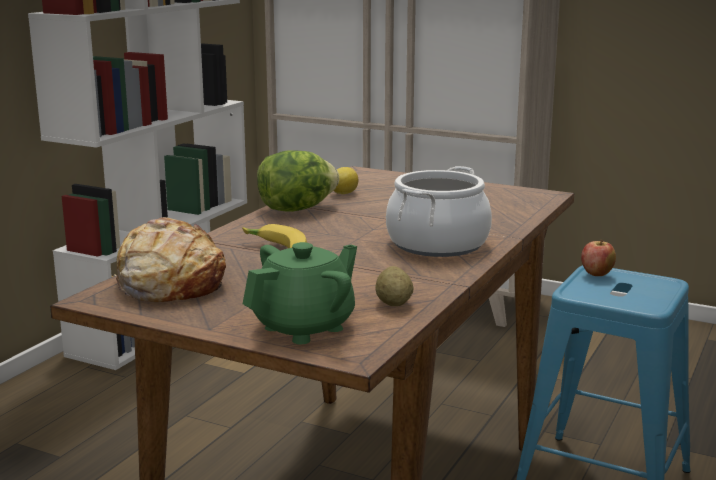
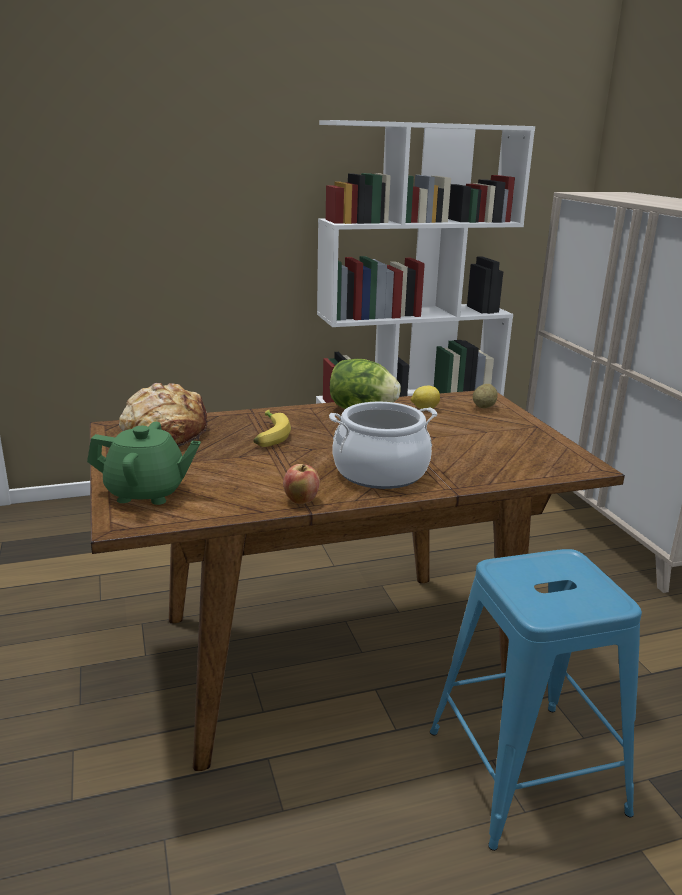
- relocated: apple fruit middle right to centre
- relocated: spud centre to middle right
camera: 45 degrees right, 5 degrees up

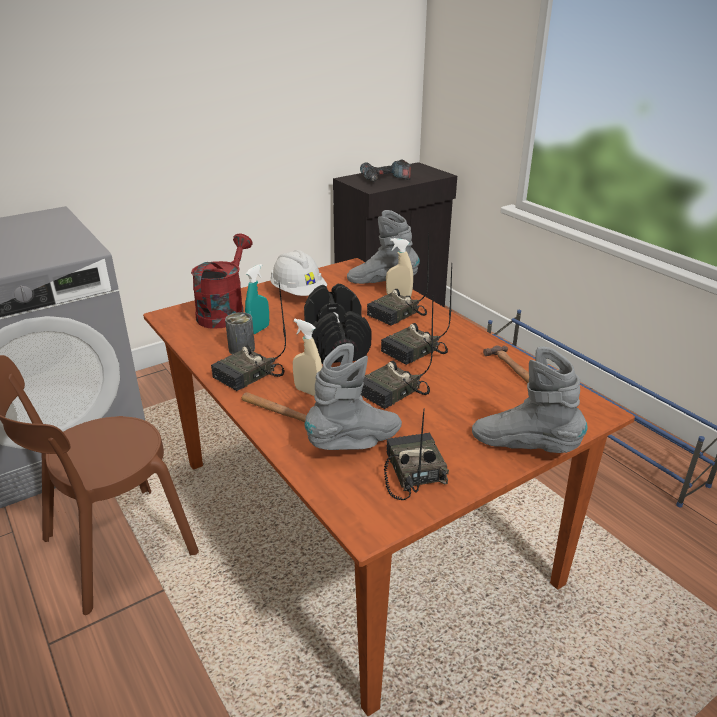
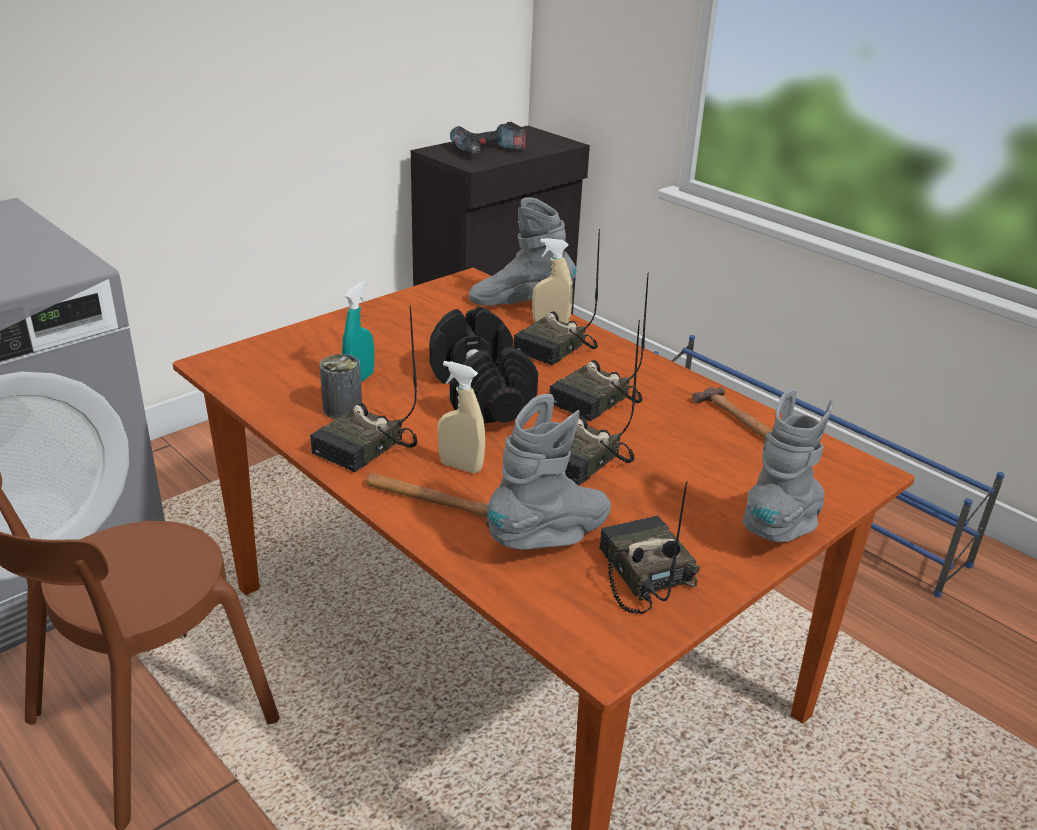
- spun: boot in gray (no. 3 from left) middle right = middle right 105 degrees clockwise
- missing: watering pot in red middle left
- missing: work helmet in whitish centre
camera: 10 degrees left, 0 degrees up

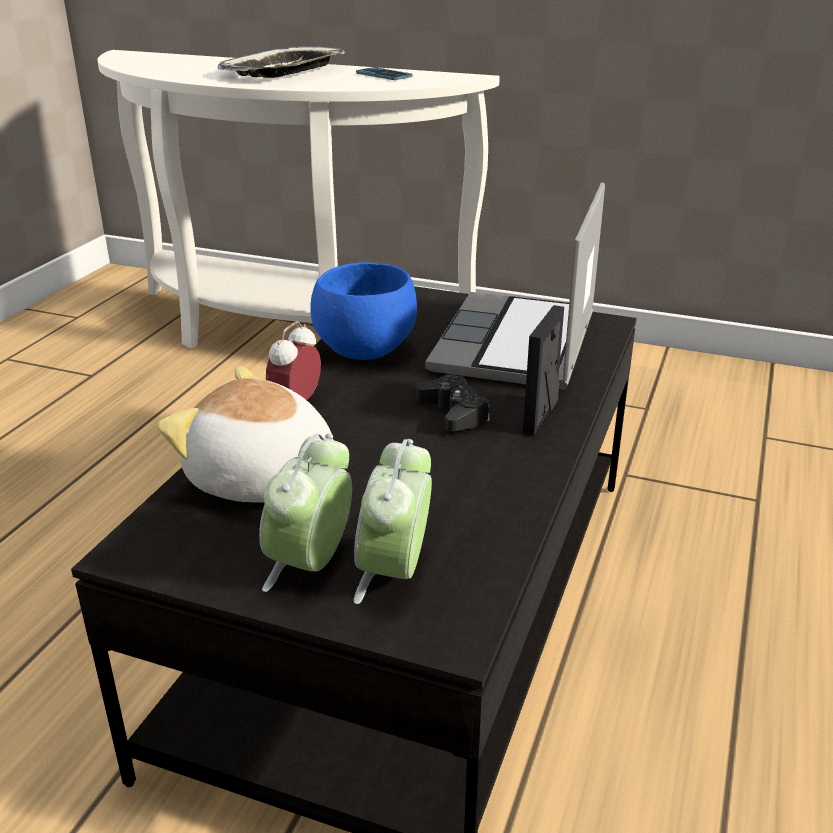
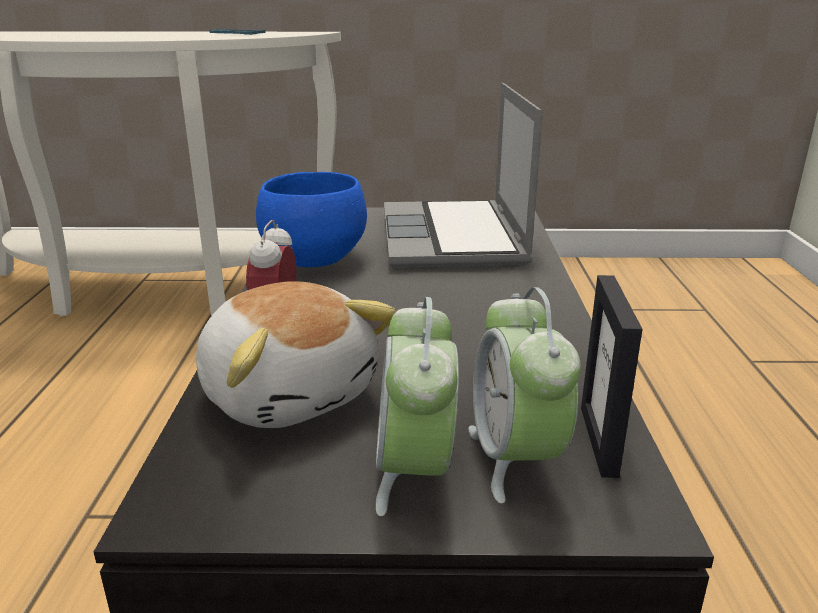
- spun: soft toy middle left = centre 135 degrees counterclockwise
- relocated: standing frame centre to middle right
- missing: serving tray top centre
- missing: gamepad in black-coloured centre
camera: 20 degrees left, 5 degrees down

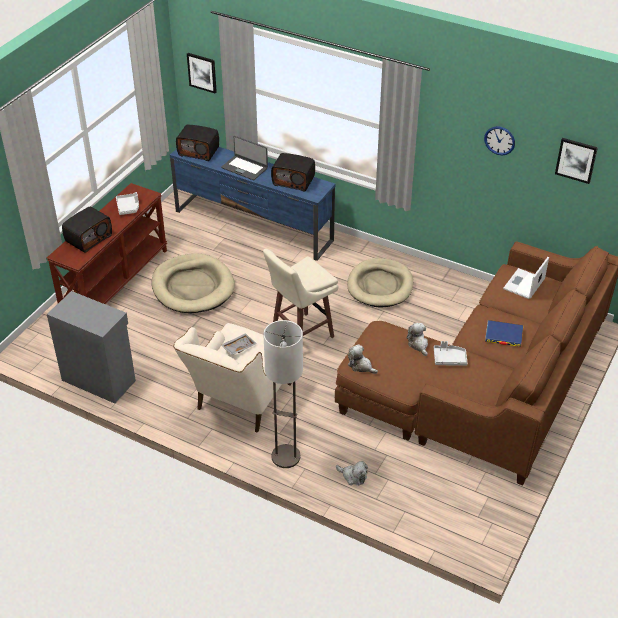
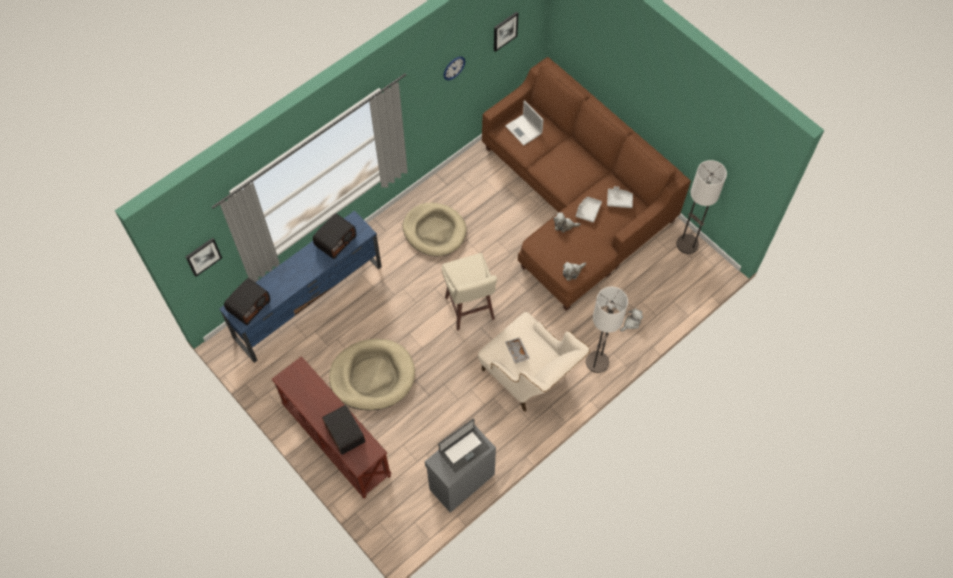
- relocated: notebook computer (no. 1 from left) top centre to bottom centre
- relocated: serving tray in gray (no. 1 from left in the first image) top left to serving tray in gray (no. 3 from left) centre
- appeared: standard lamp (no. 2 from left) middle right
- missing: book in blue middle right
camera: 70 degrees left, 20 degrees up

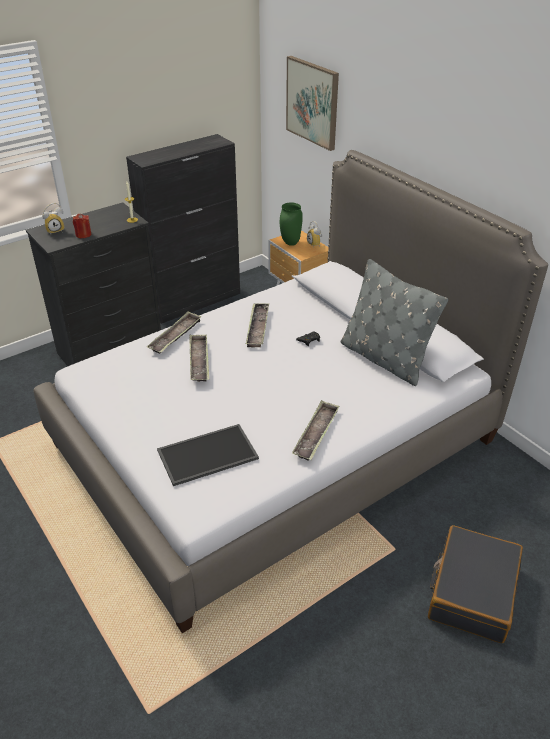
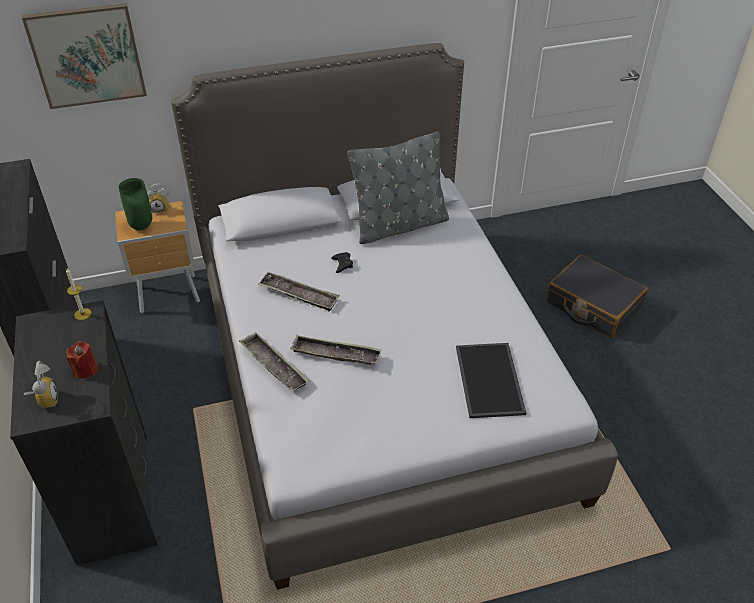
- missing: serving tray (no. 5 from left) centre
camera: 70 degrees left, 5 degrees up

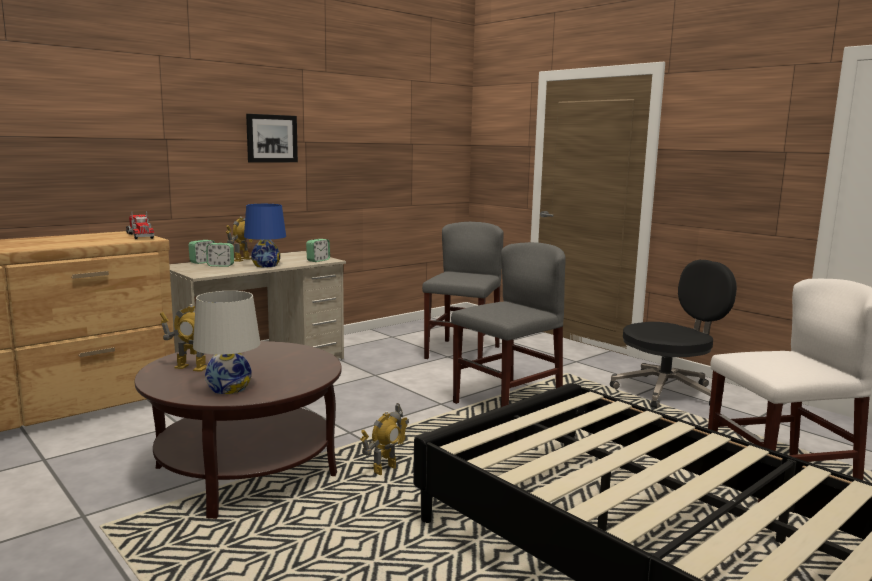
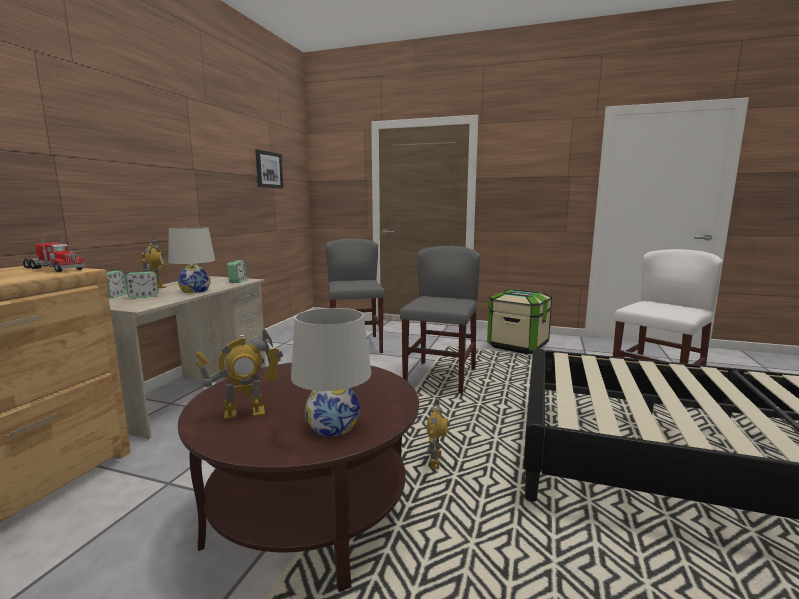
- colour: tabletop lamp in blue middle left to tabletop lamp in whitish (no. 1 from left) middle left
- relocated: wall art top left to top centre
- exchanged: desk chair in black-coloured middle right to storage box centre
camera: 30 degrees left, 0 degrees up

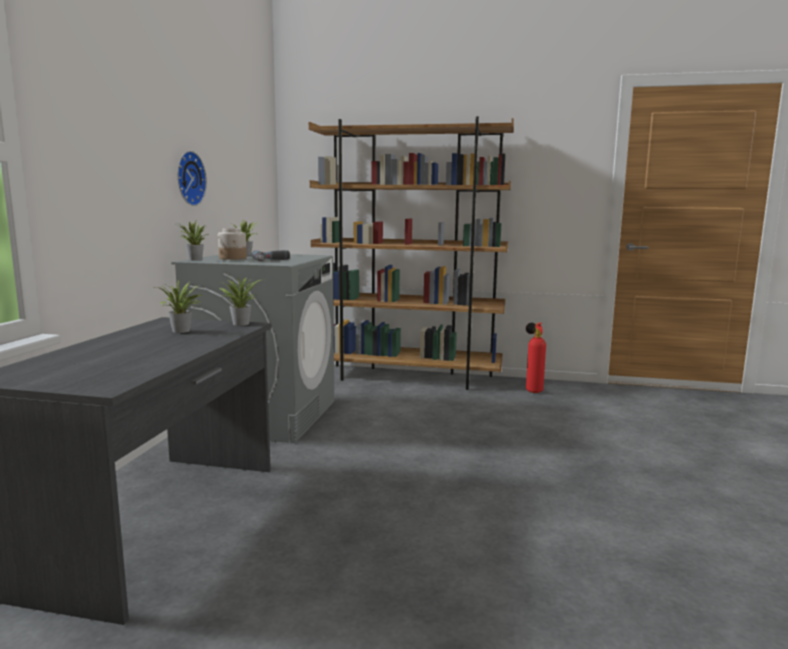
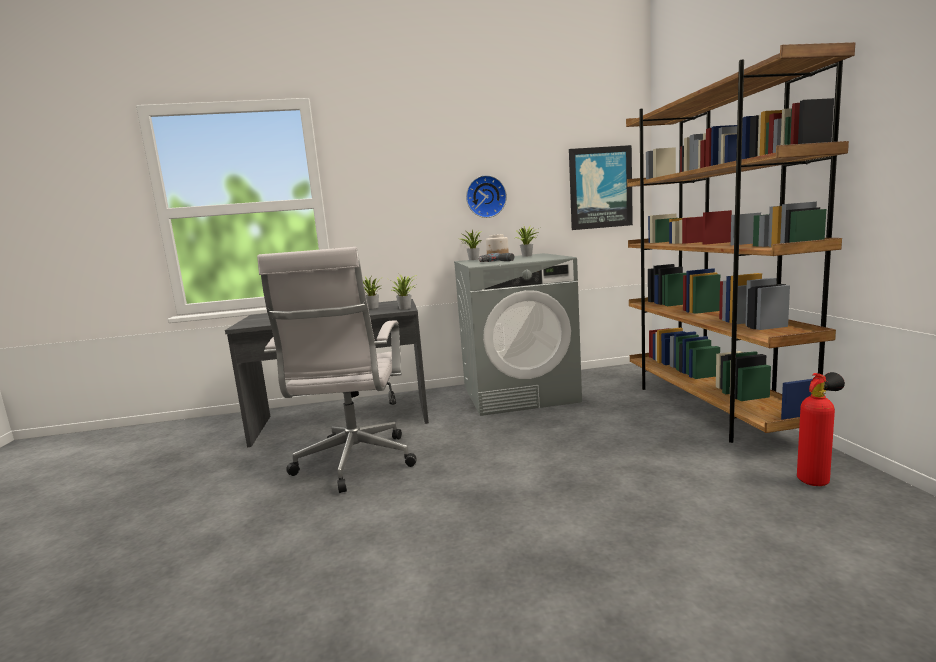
- appeared: desk chair in whitish centre
- appeared: wall art top centre
camera: 70 degrees right, 0 degrees up

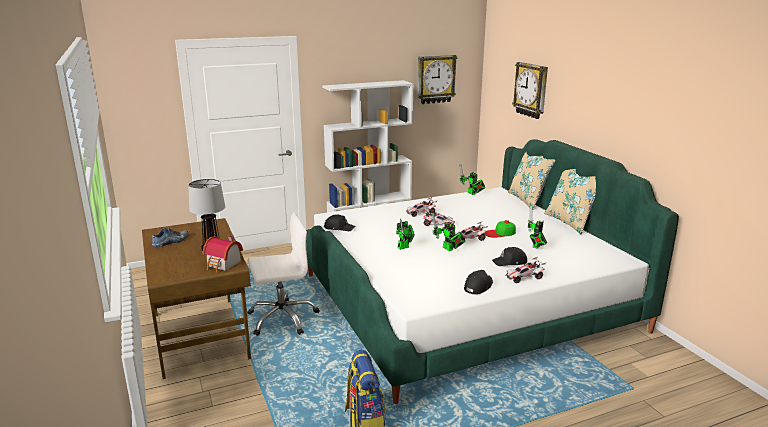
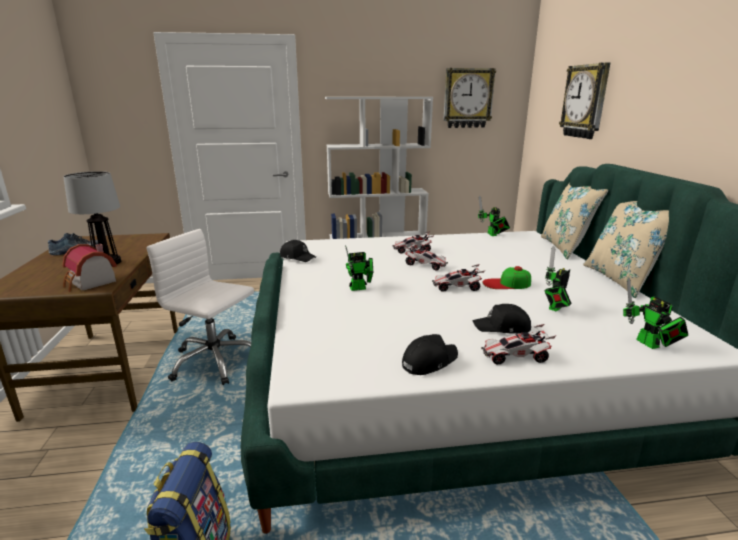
- spun: desk chair in whitish centre = middle left 150 degrees counterclockwise
- relocated: model robot (no. 2 from left in the first image) centre to model robot (no. 4 from left) middle right
camera: 15 degrees right, 0 degrees up

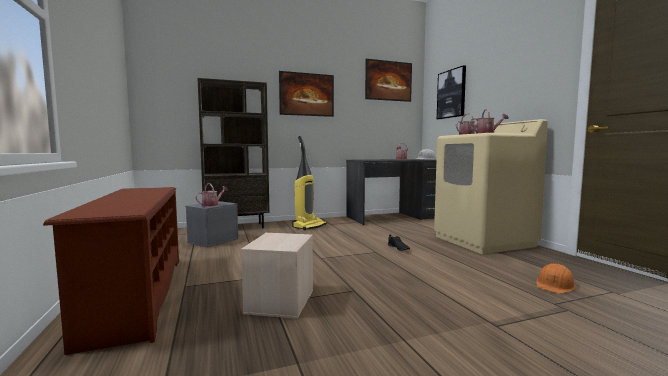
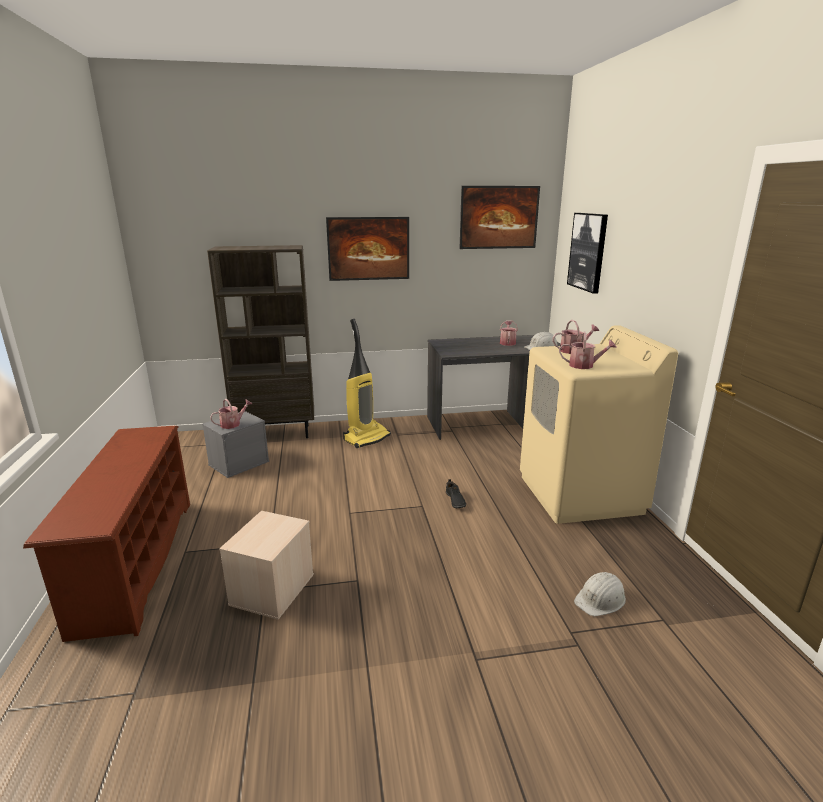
- colour: work helmet in orange-coloured bottom right to work helmet in whitish (no. 2 from left) bottom right
camera: 10 degrees right, 15 degrees up

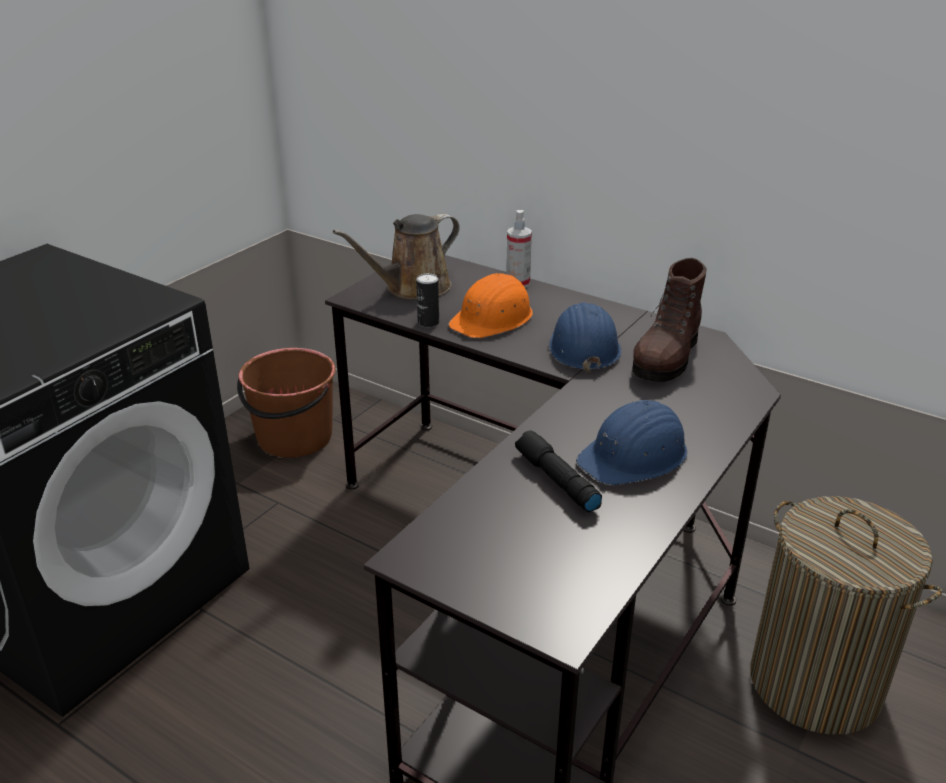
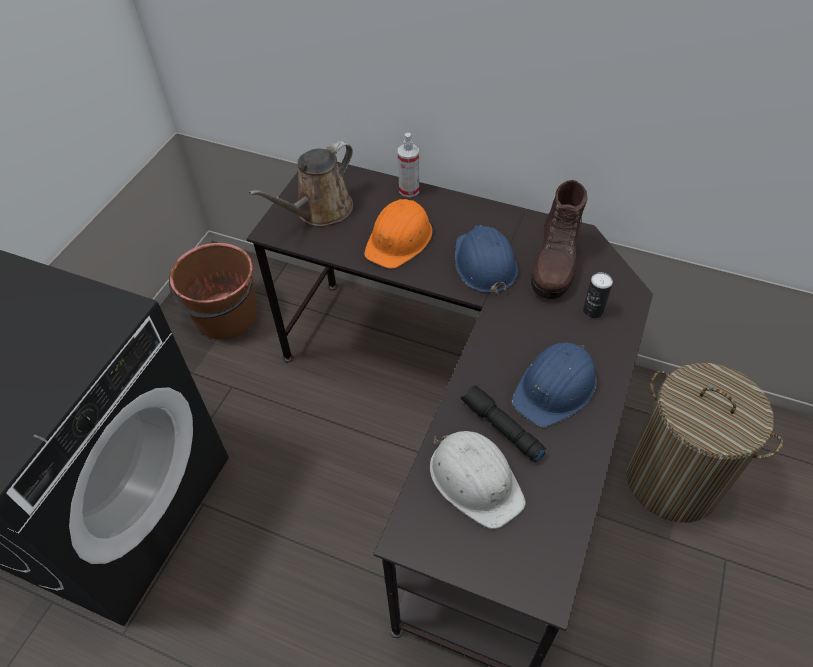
- appeared: work helmet in whitish bottom centre
- relocated: can centre to middle right
camera: 10 degrees left, 20 degrees up

